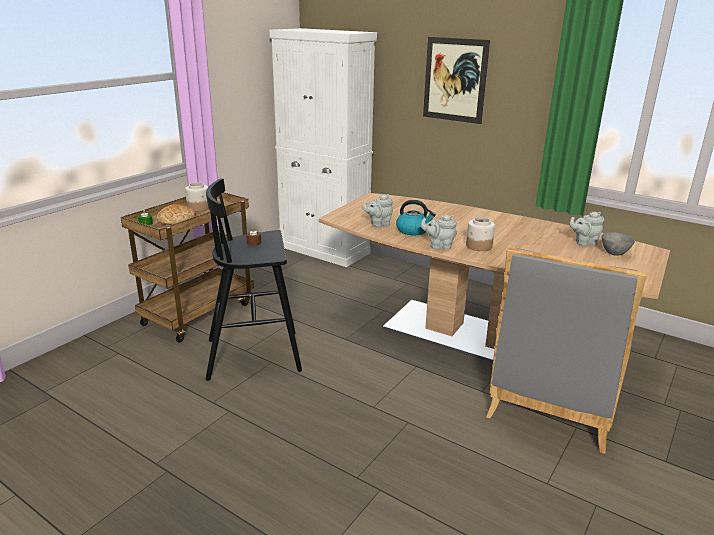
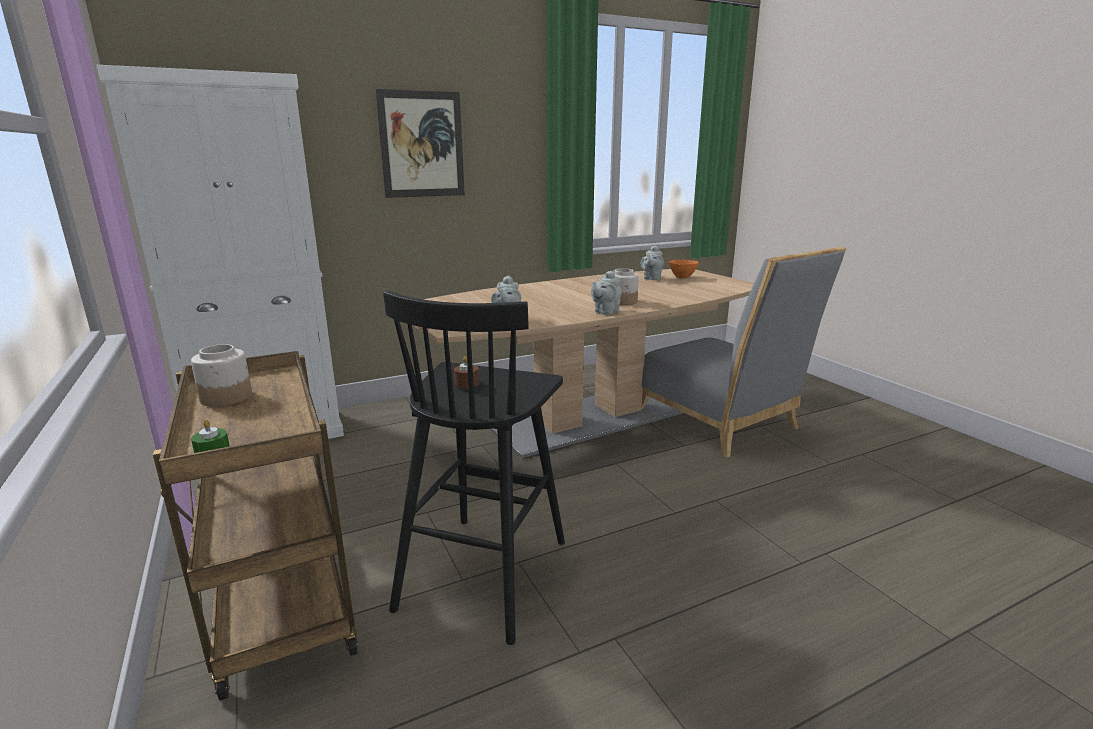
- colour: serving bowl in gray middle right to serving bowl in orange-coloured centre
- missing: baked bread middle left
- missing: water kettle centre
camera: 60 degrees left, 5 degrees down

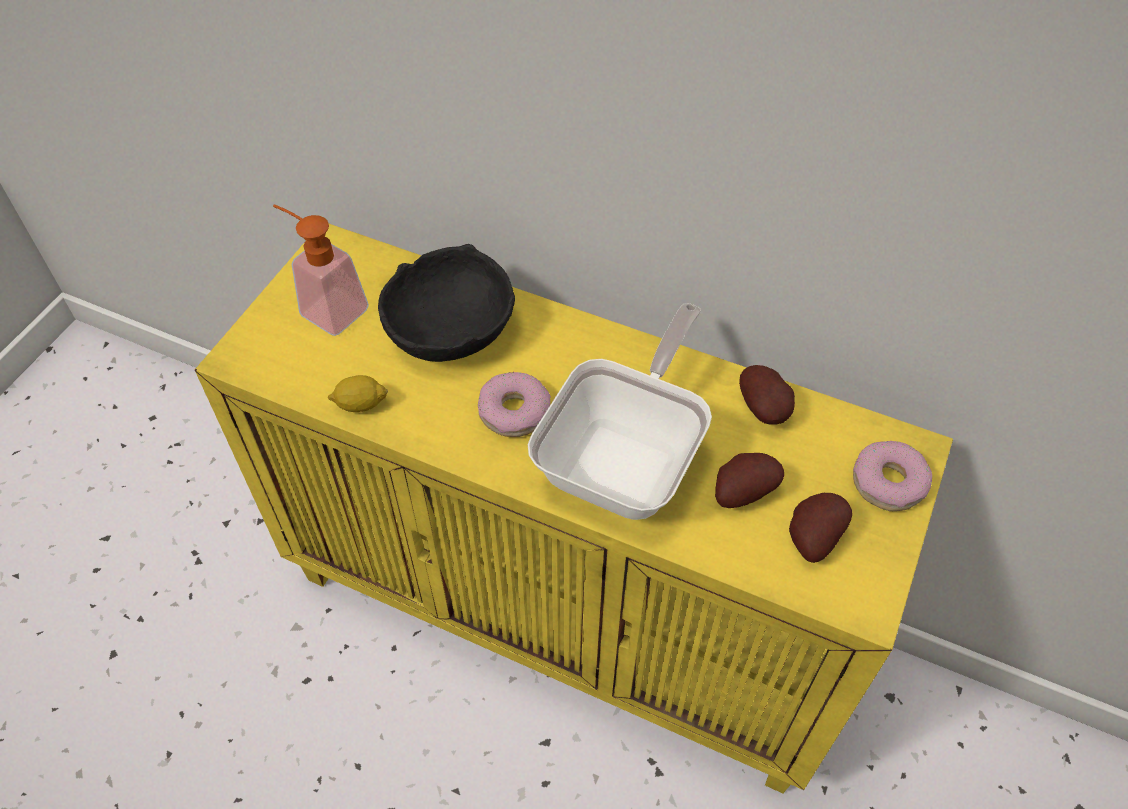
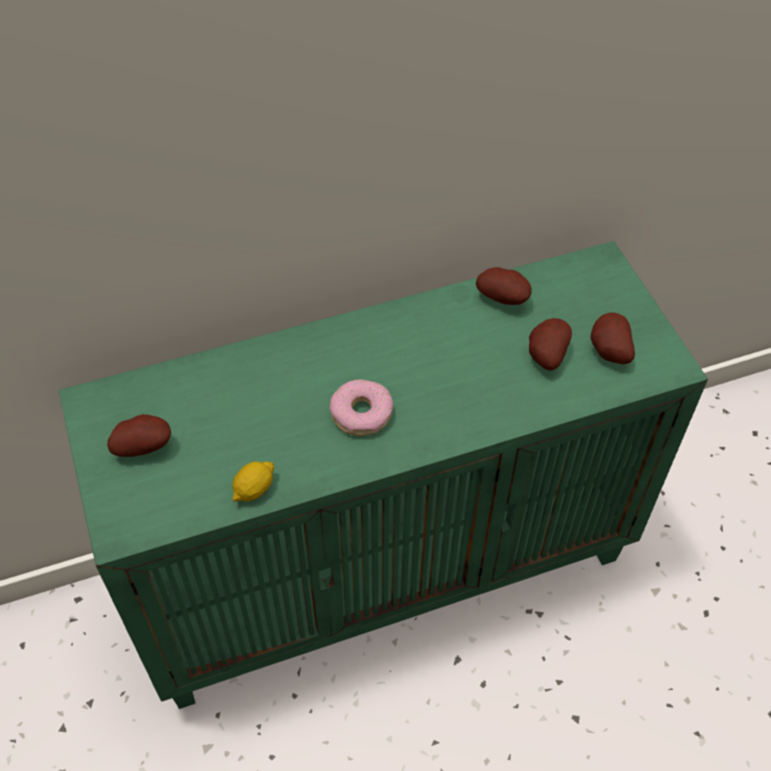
- colour: cabinet in yellowish centre to cabinet in green-coloured centre
- exchanged: soap dispenser middle left to spud (no. 1 from left) middle left
- missing: serving bowl in black-coloured centre
- missing: frying pan centre
- missing: donut (no. 2 from left) middle right
camera: 45 degrees left, 0 degrees up

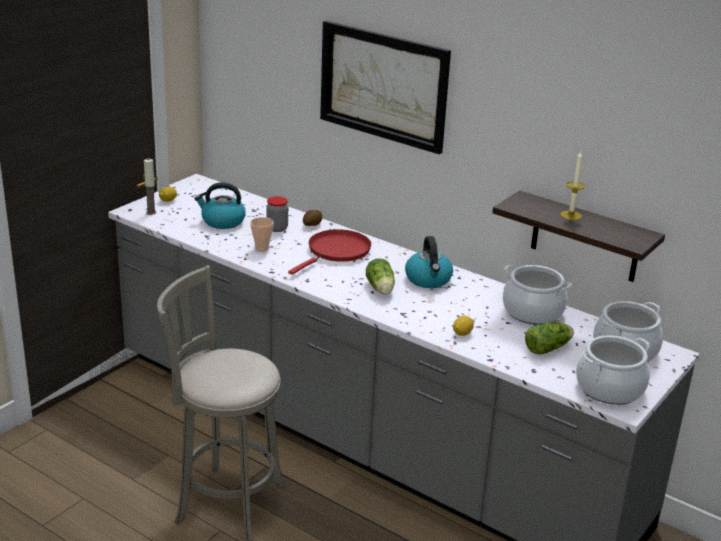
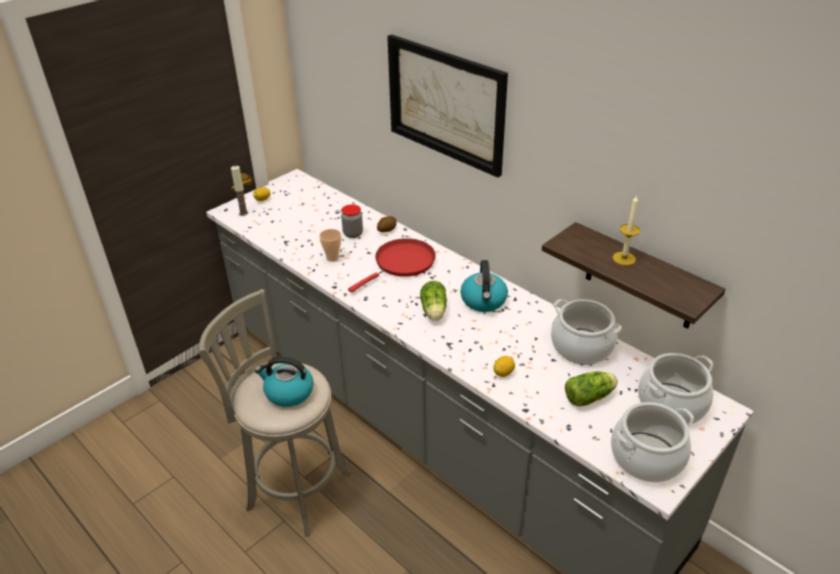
- relocated: water kettle (no. 1 from left) middle left to centre
camera: 10 degrees right, 10 degrees up

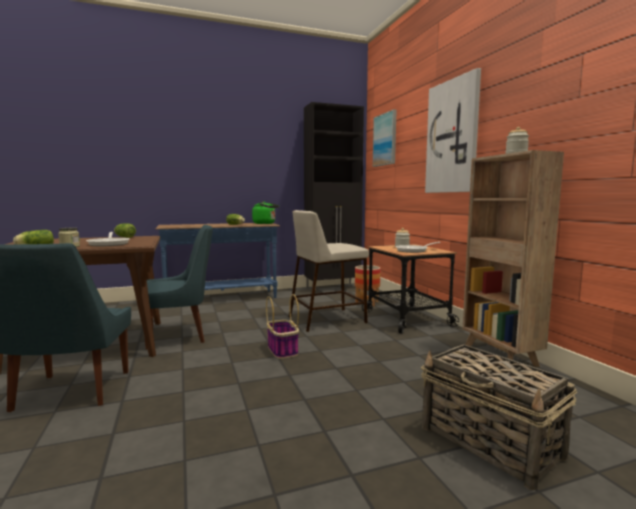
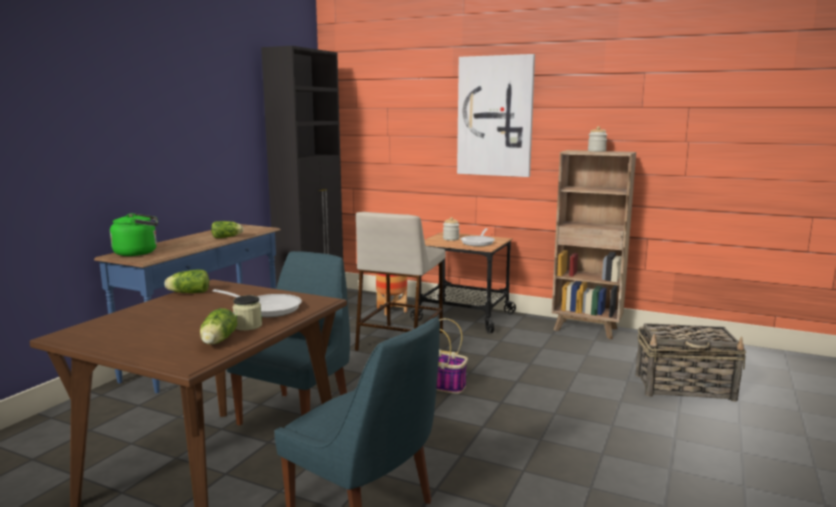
- relocated: water kettle in green-coloured centre to middle left
- missing: wall art (no. 1 from left) top centre
camera: 45 degrees left, 5 degrees up

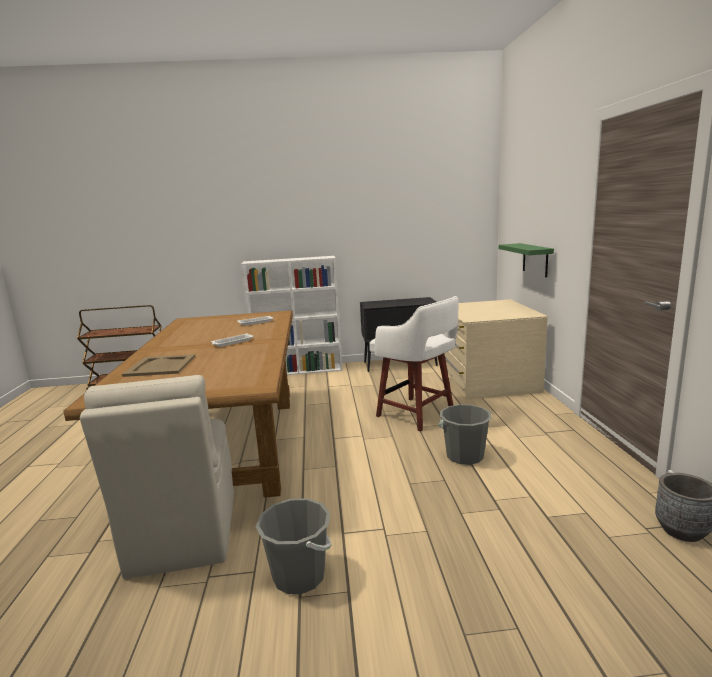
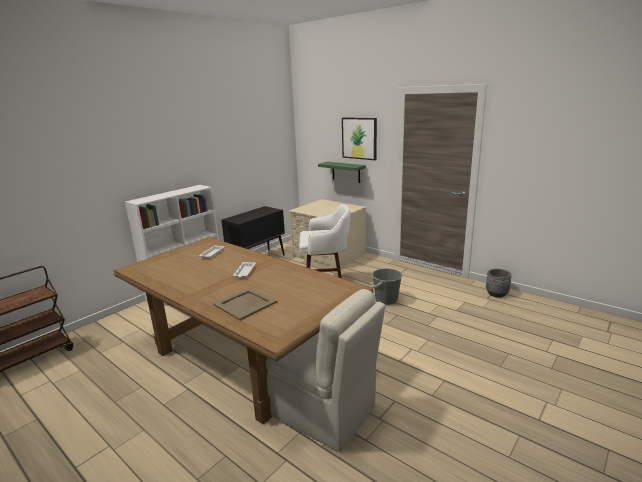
- appeared: wall art top centre
- missing: water bucket in gray (no. 1 from left) bottom centre
camera: 45 degrees left, 5 degrees up

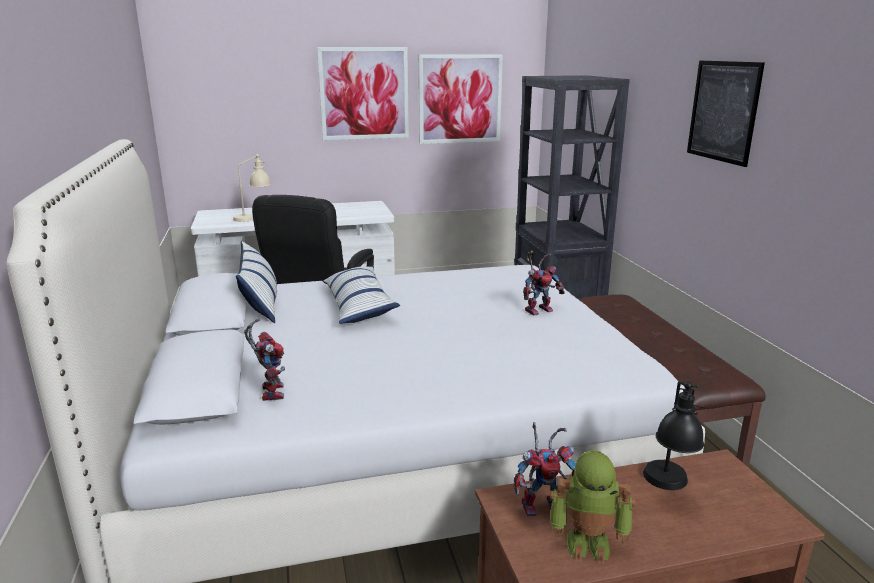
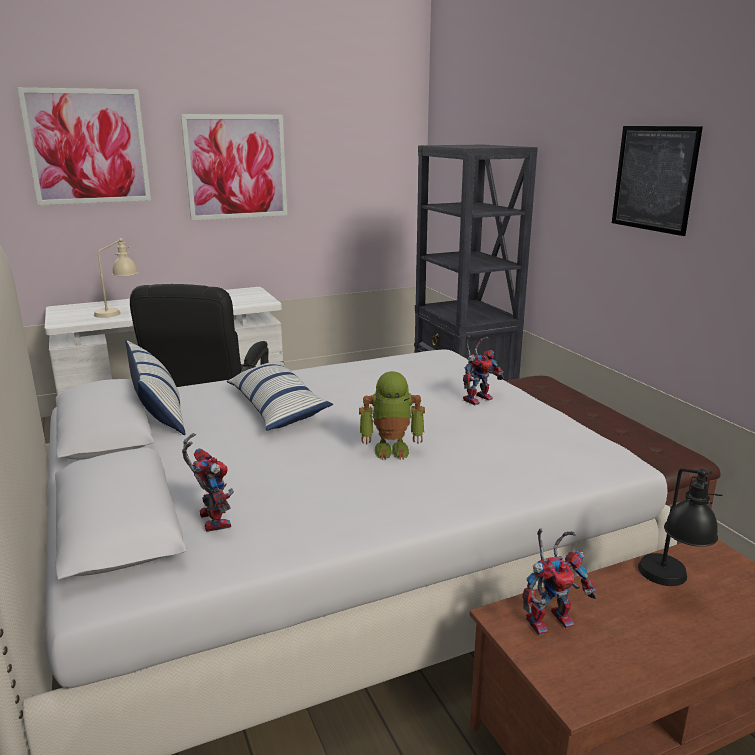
- relocated: wall art (no. 2 from left in the first image) top centre to wall art (no. 1 from left) top left
- relocated: model robot (no. 4 from left in the first image) bottom right to model robot (no. 2 from left) centre
camera: 10 degrees left, 0 degrees up

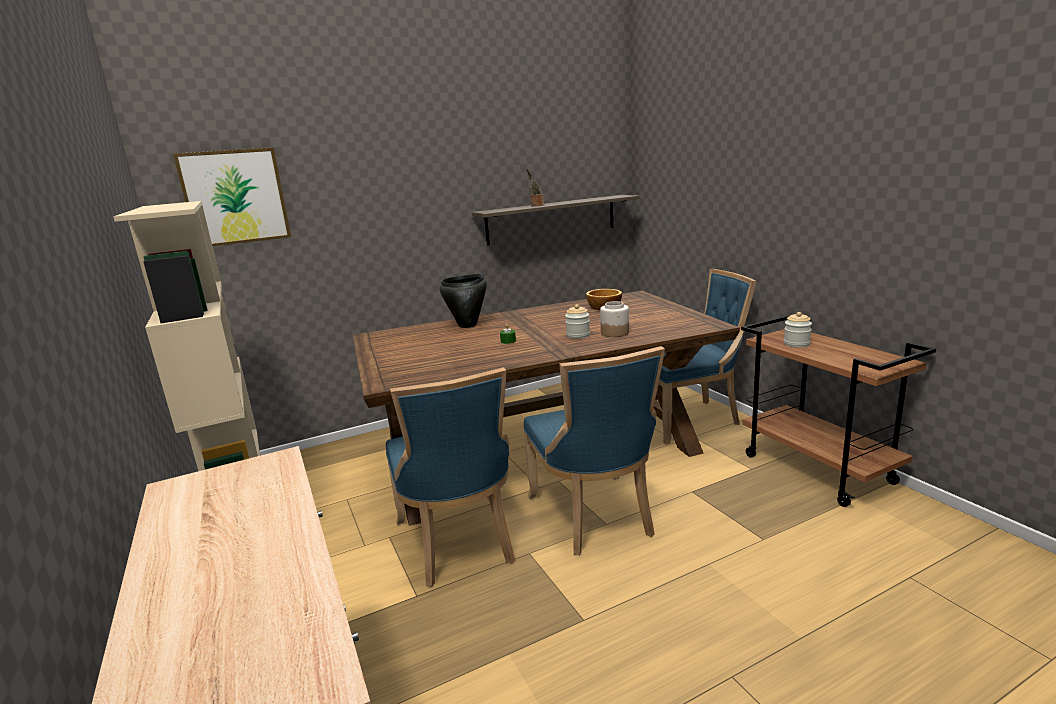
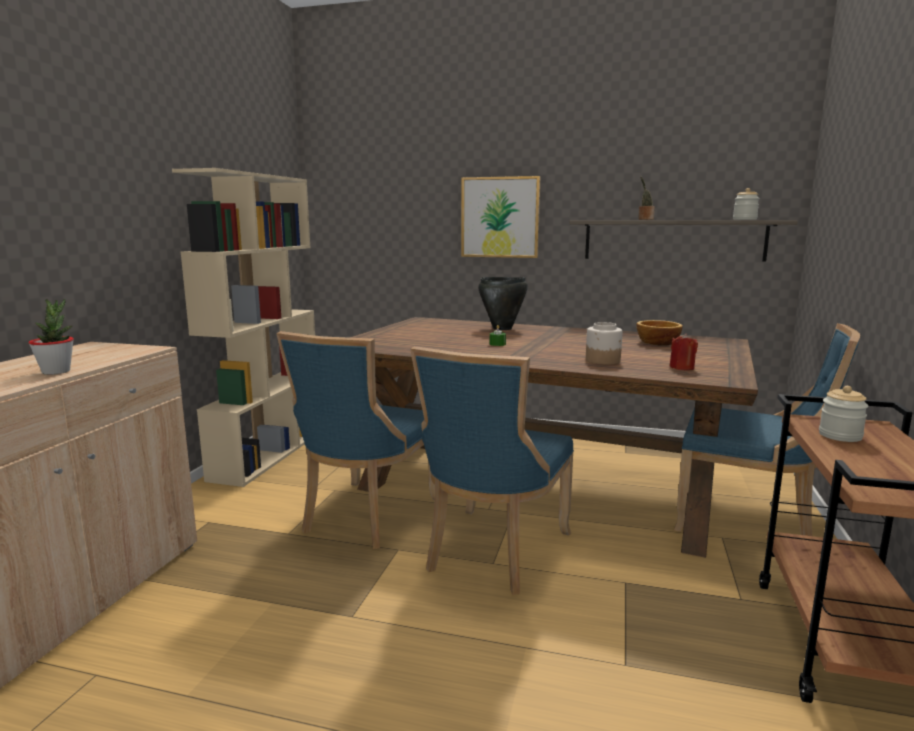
- appeared: potted plant (no. 1 from left) middle left
- relocated: wall art top left to top centre
- appeared: candle in red middle right
- relocated: storage jar (no. 1 from left in the first image) centre to storage jar (no. 2 from left) top right
camera: 40 degrees right, 5 degrees down

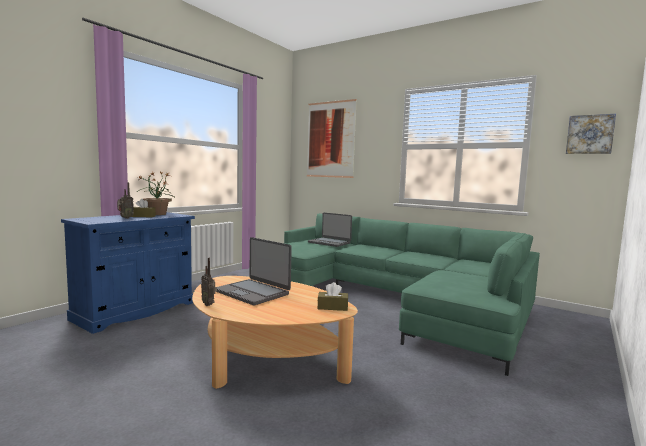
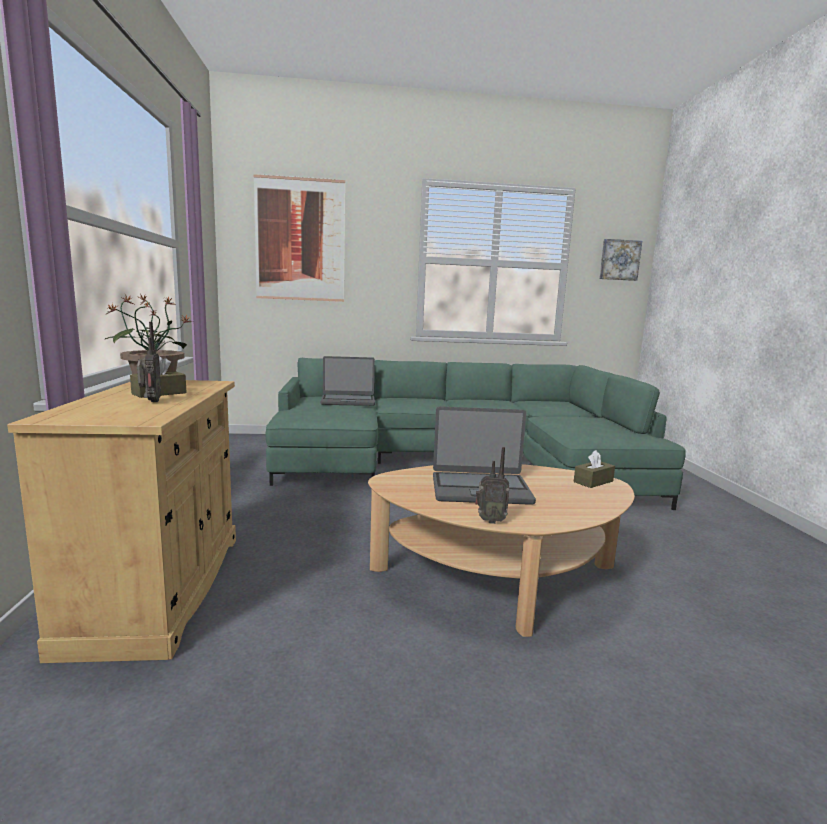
- colour: cabinet in blue middle left to cabinet in beige middle left
camera: 40 degrees left, 5 degrees up

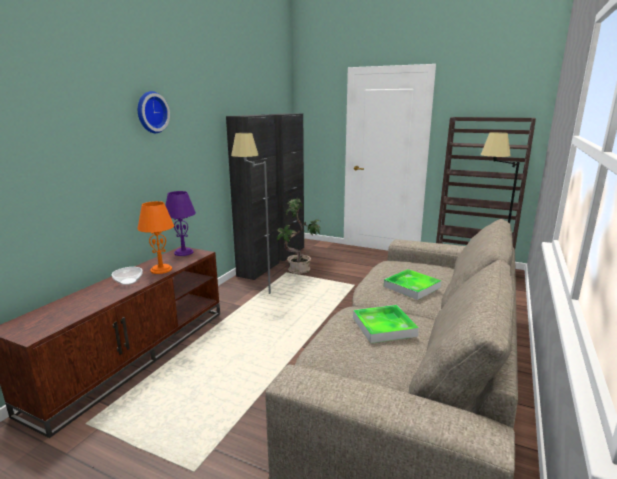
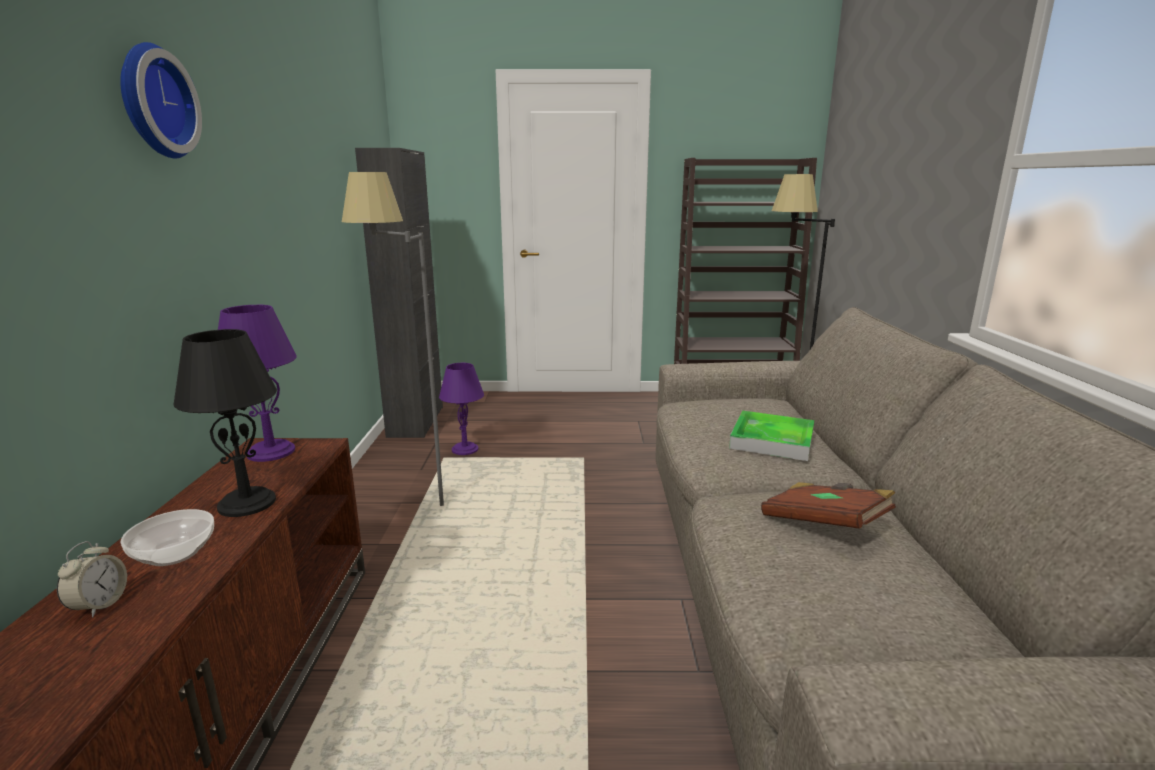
- appeared: table clock bottom left
- colour: tabletop lamp in orange-coloured middle left to tabletop lamp in black-coloured middle left
- exchanged: potted plant centre to tabletop lamp in purple (no. 2 from left) centre
- exchanged: serving tray (no. 1 from left) bottom centre to book in brown middle right
- missing: cabinet in black-coloured (no. 1 from left) centre
camera: 25 degrees left, 0 degrees up

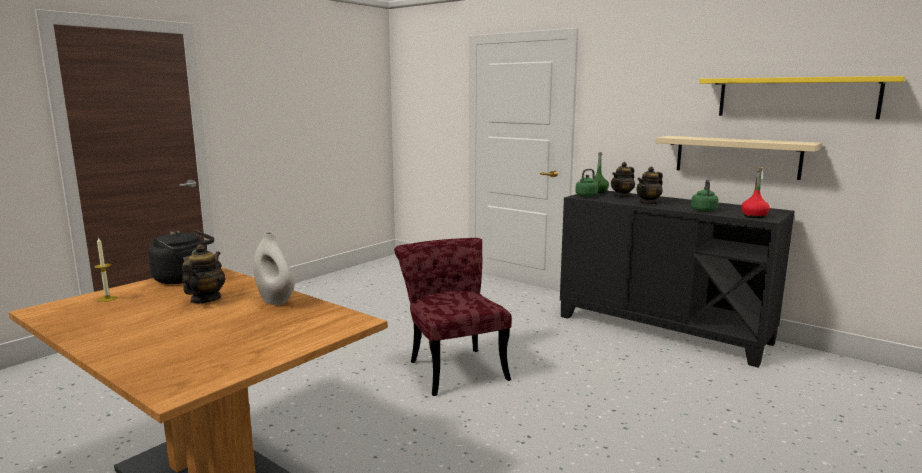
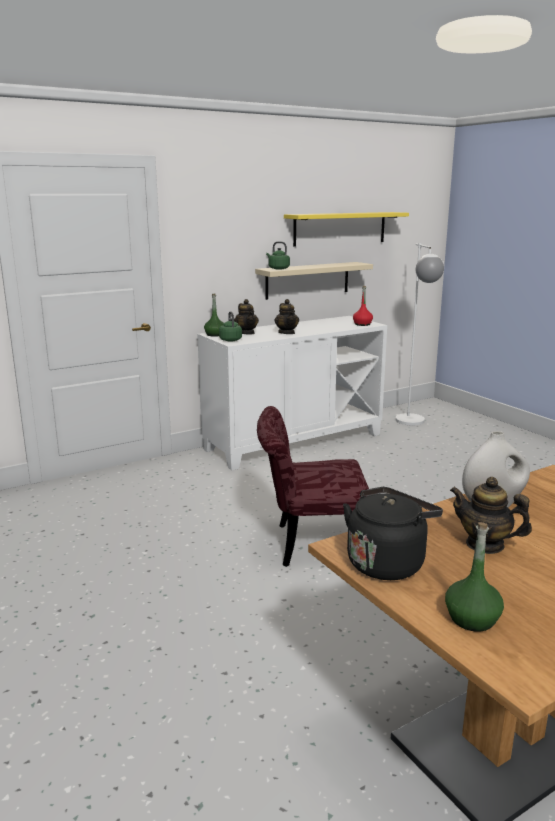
- colour: cabinet in black-coloured middle right to cabinet in whitish centre
- relocated: water kettle in green-coloured (no. 2 from left) middle right to top centre
- appeared: standard lamp in whitish middle right
- exchanged: candle middle left to drink bottle in green-coloured (no. 2 from left) bottom right
camera: 70 degrees left, 5 degrees up

